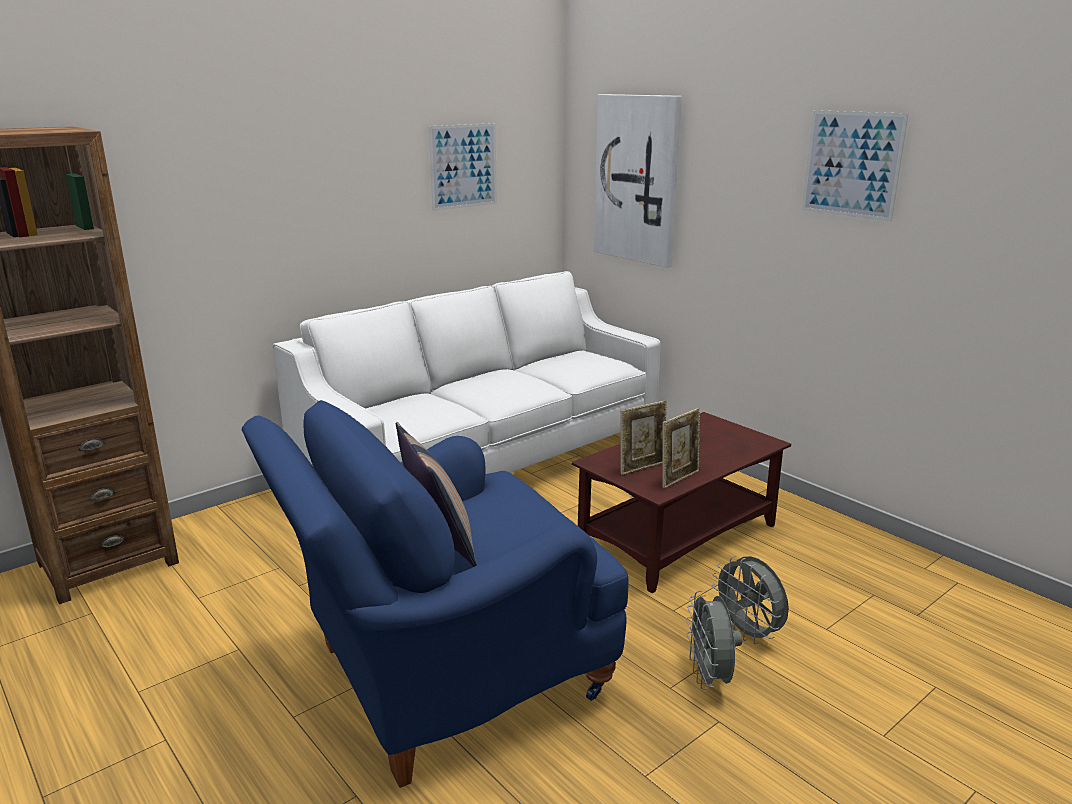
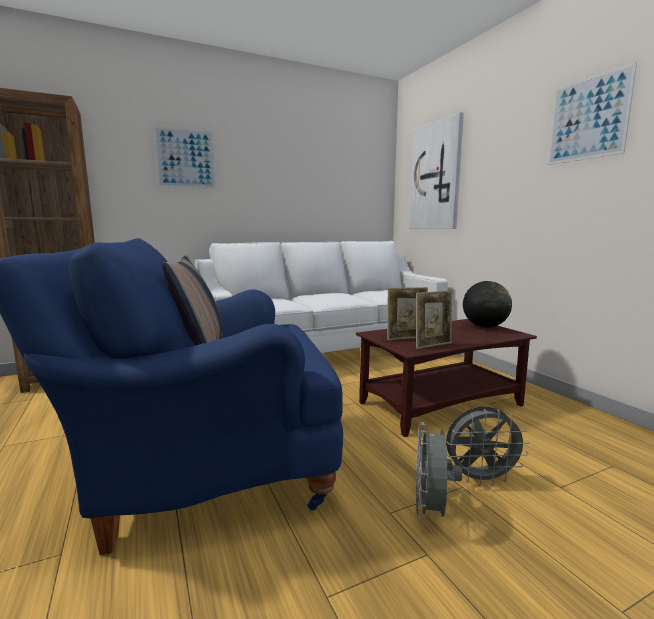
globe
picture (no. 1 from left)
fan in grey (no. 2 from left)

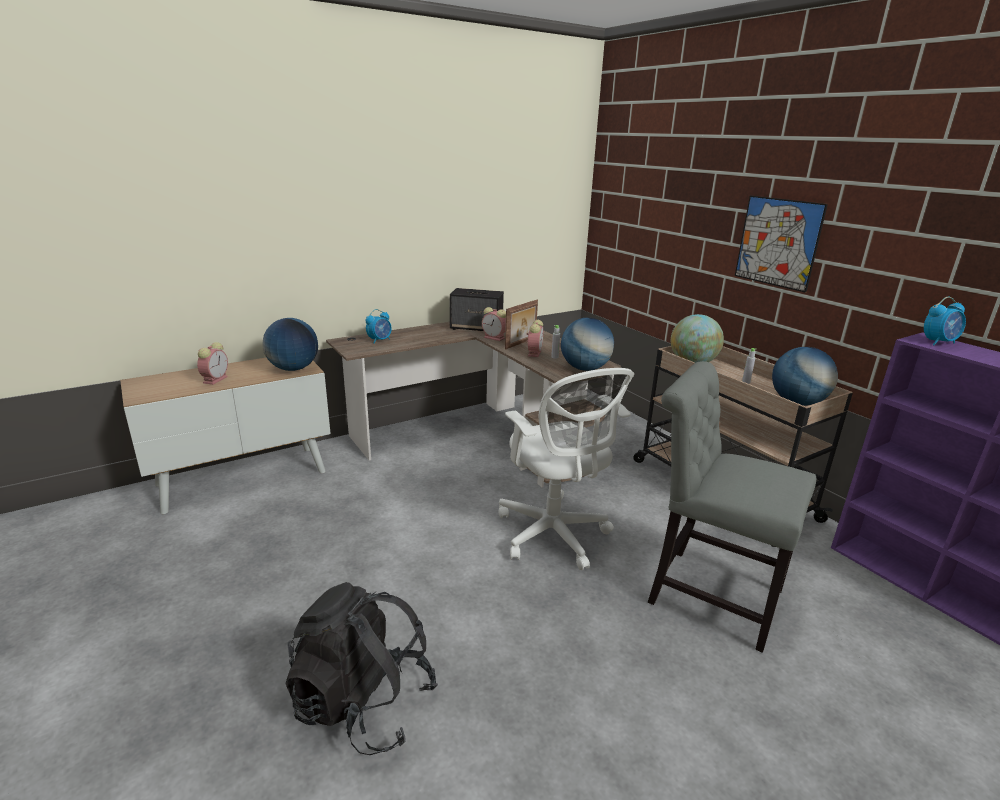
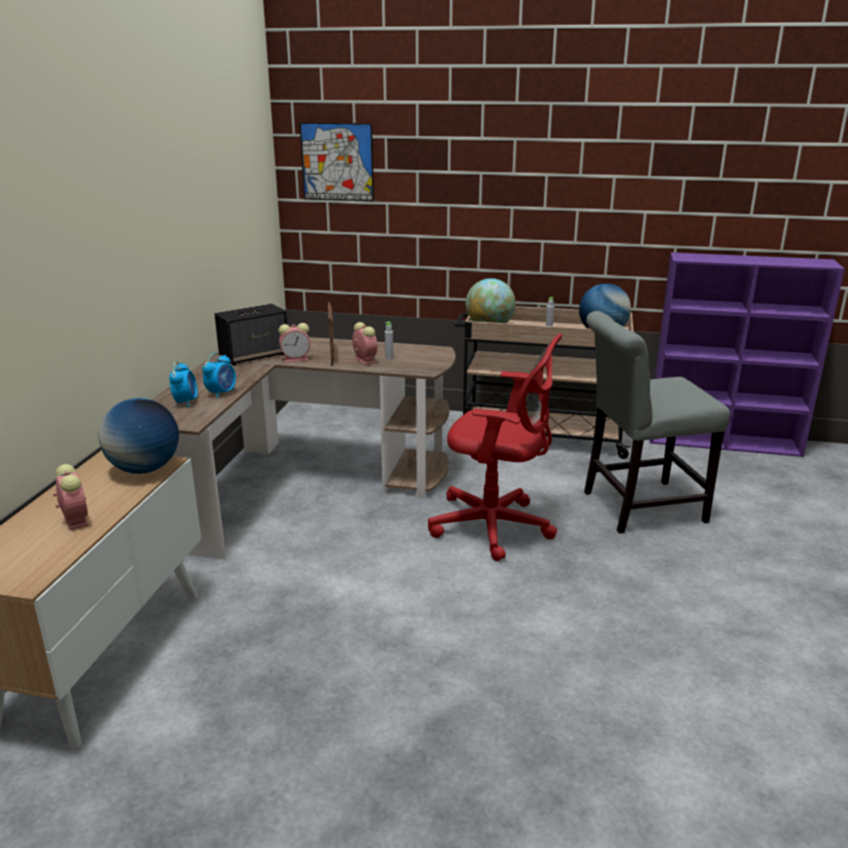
backpack in black
globe (no. 2 from left in the first image)
picture
alarm clock (no. 3 from left)
office chair in red

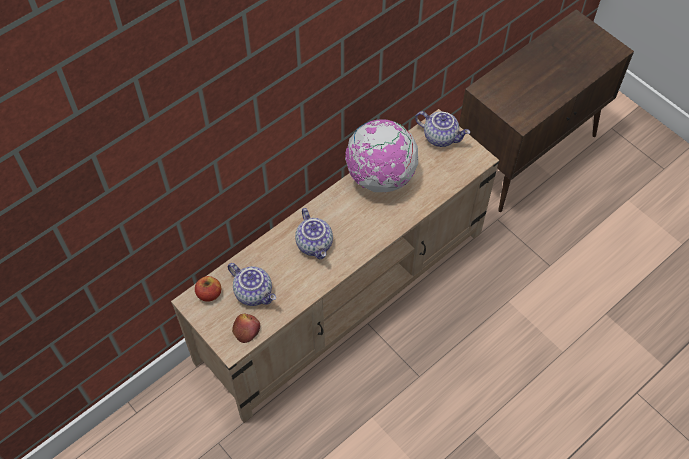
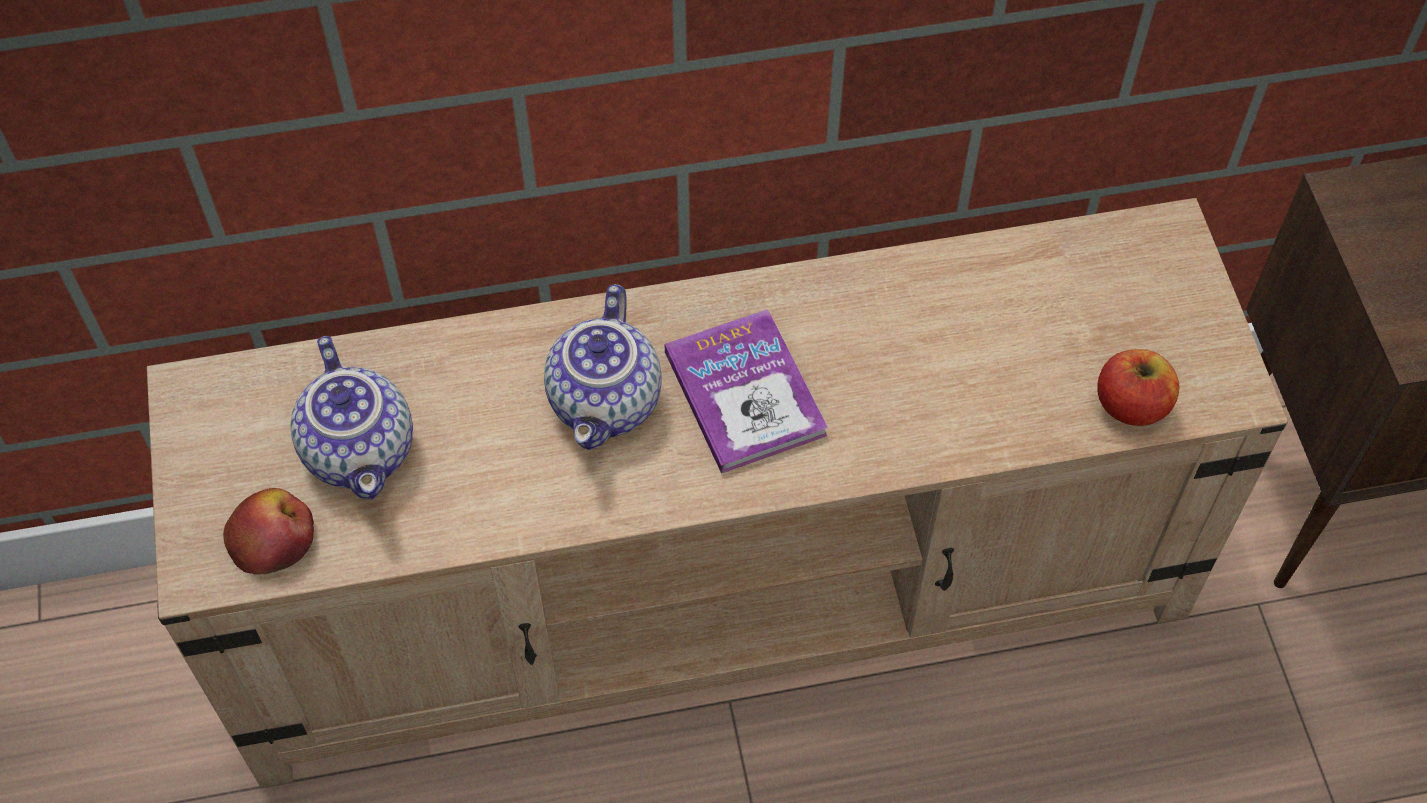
globe
teapot (no. 3 from left in the first image)
book
apple (no. 2 from left)

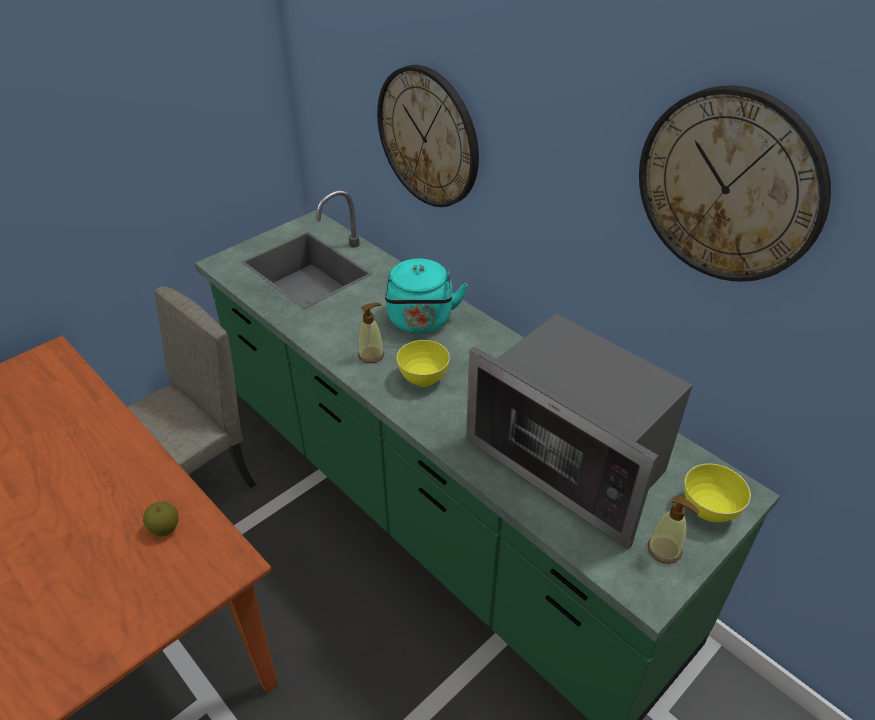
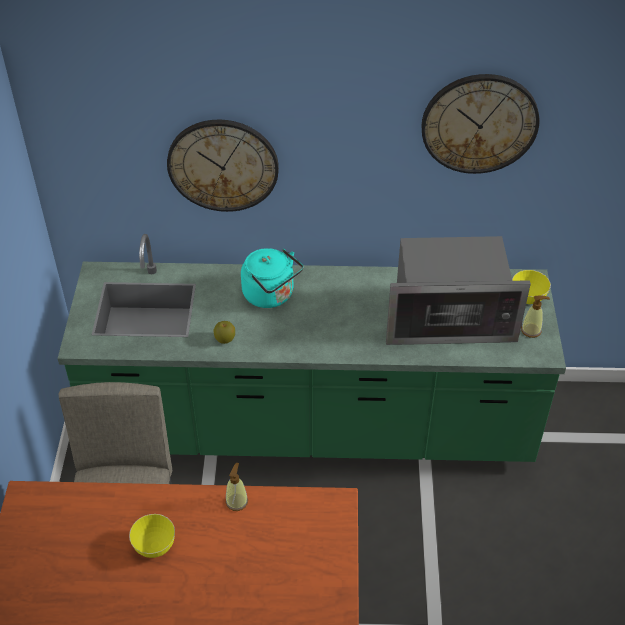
apple
soap dispenser (no. 1 from left)
bowl in yellow (no. 1 from left)

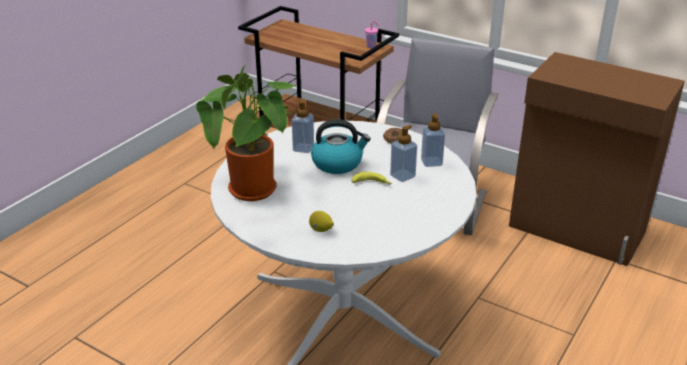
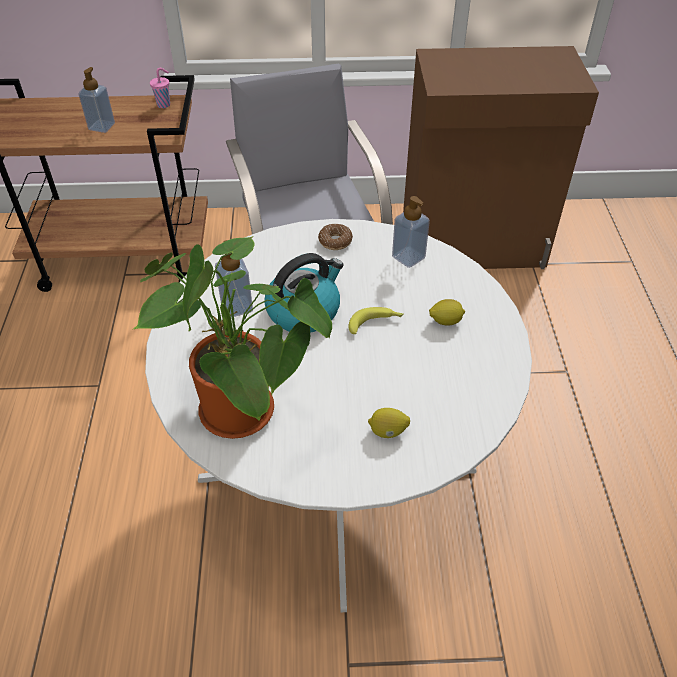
lemon (no. 2 from left)
soap dispenser (no. 1 from left)

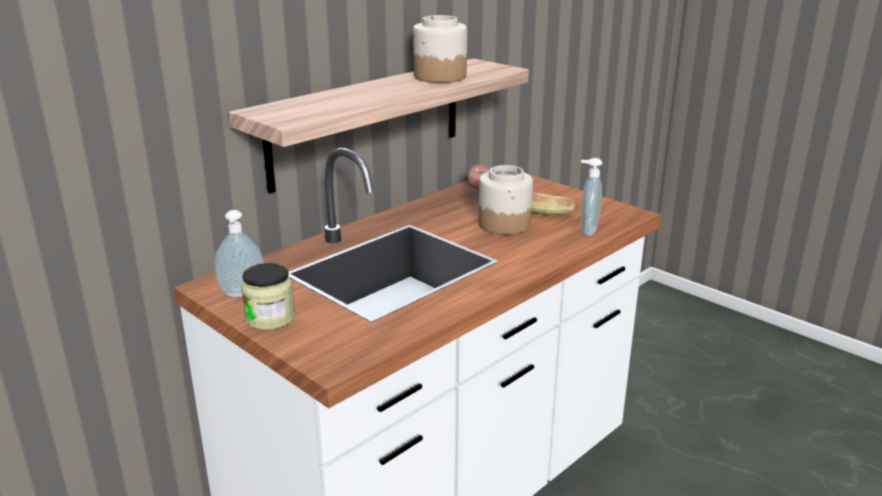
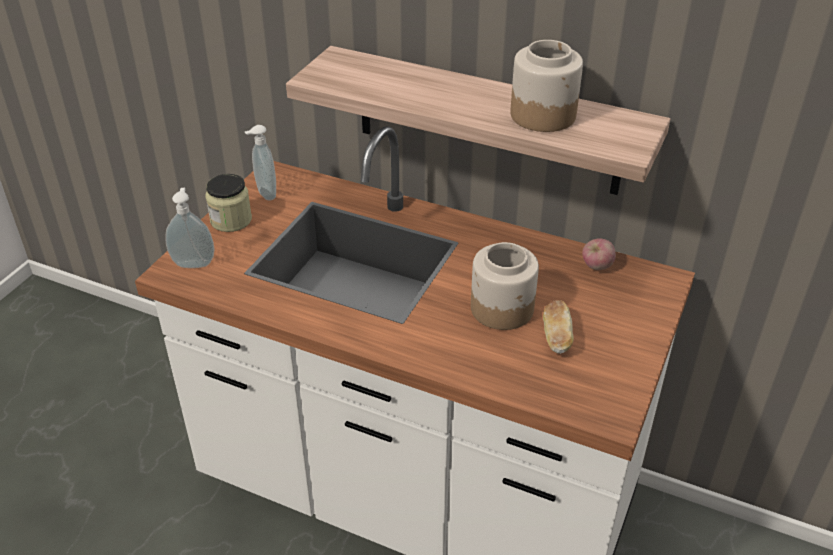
soap dispenser (no. 1 from left)

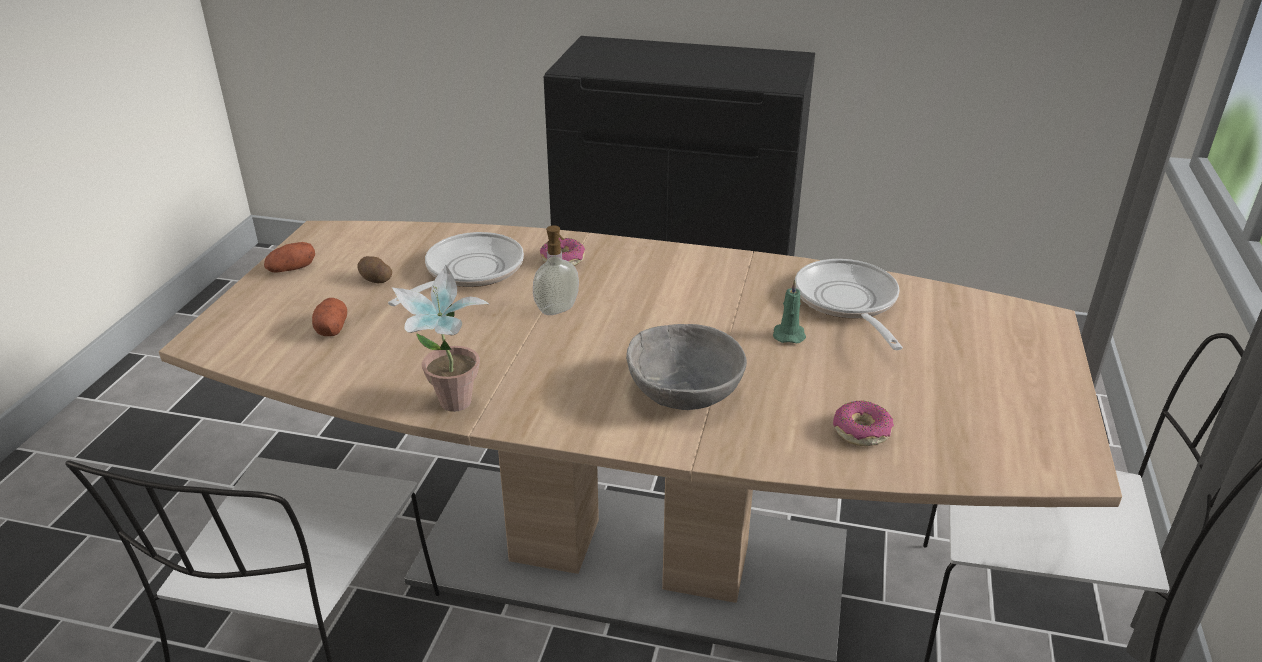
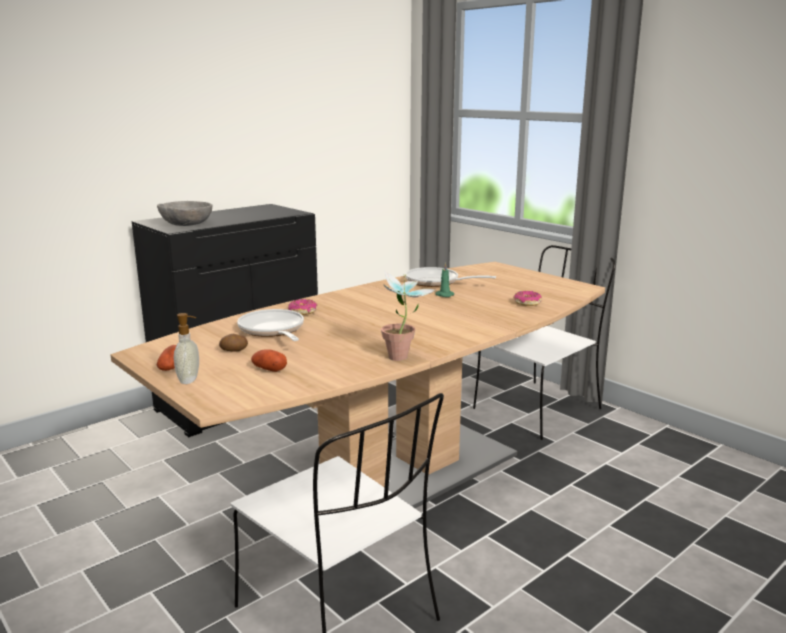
soap dispenser
bowl in grey

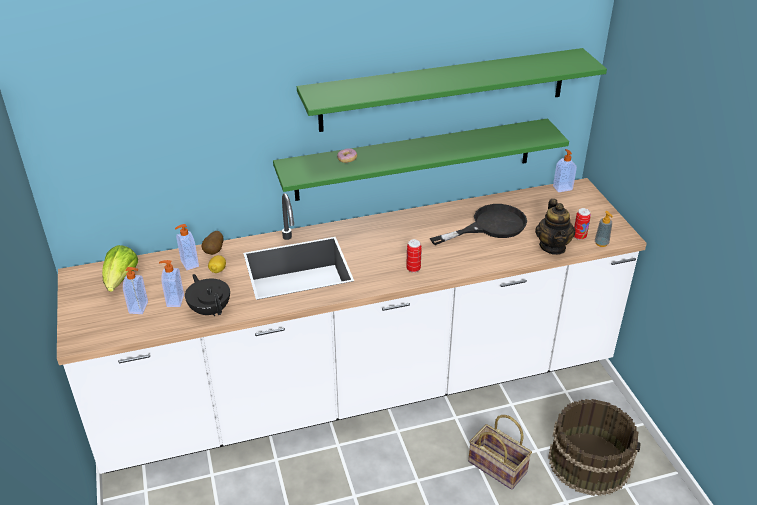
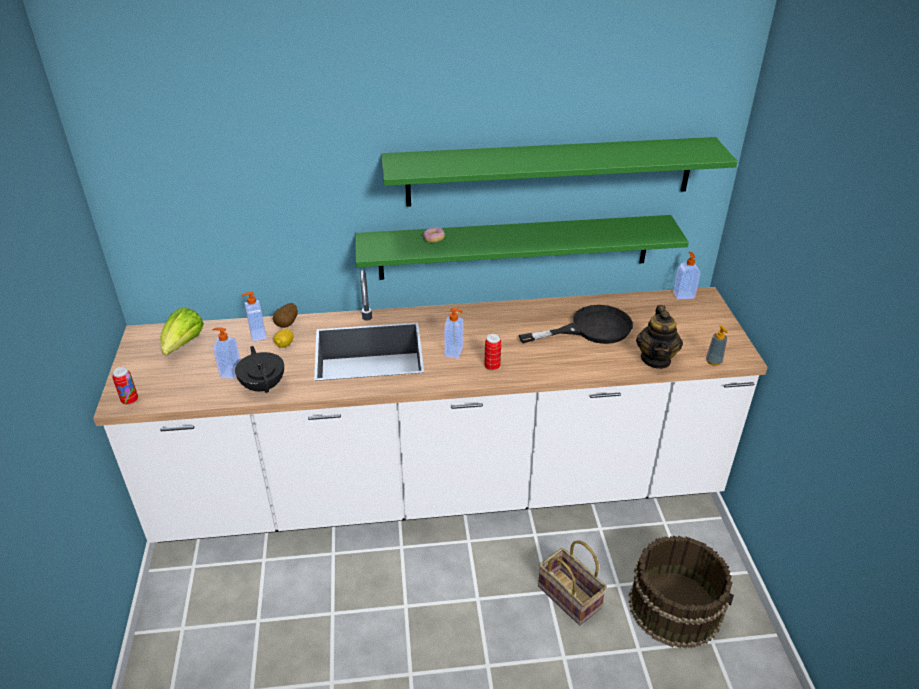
soap dispenser (no. 3 from left)
can (no. 1 from left)

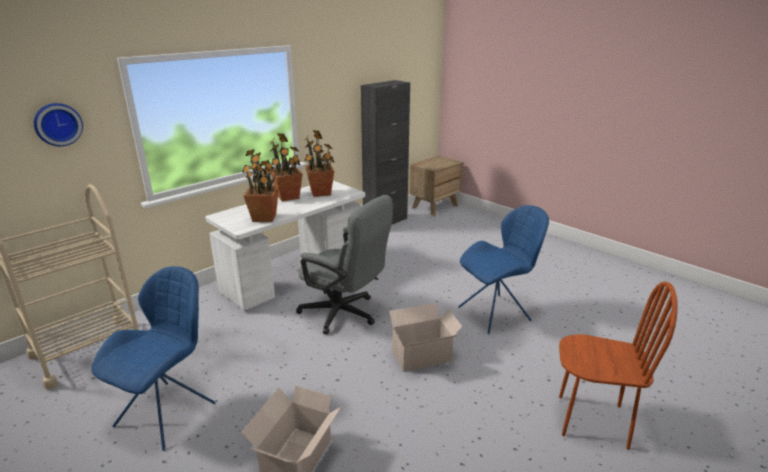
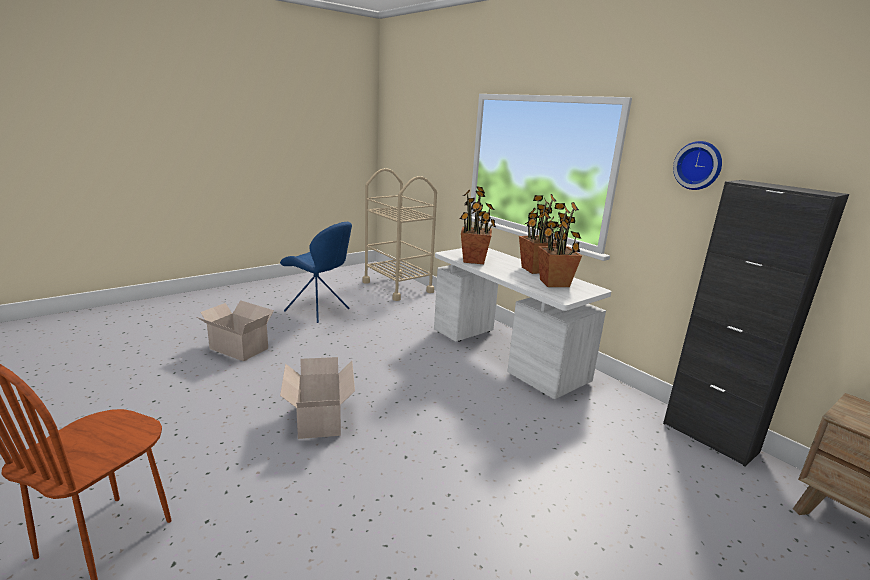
office chair in grey
chair in blue (no. 2 from left in the first image)
wall clock

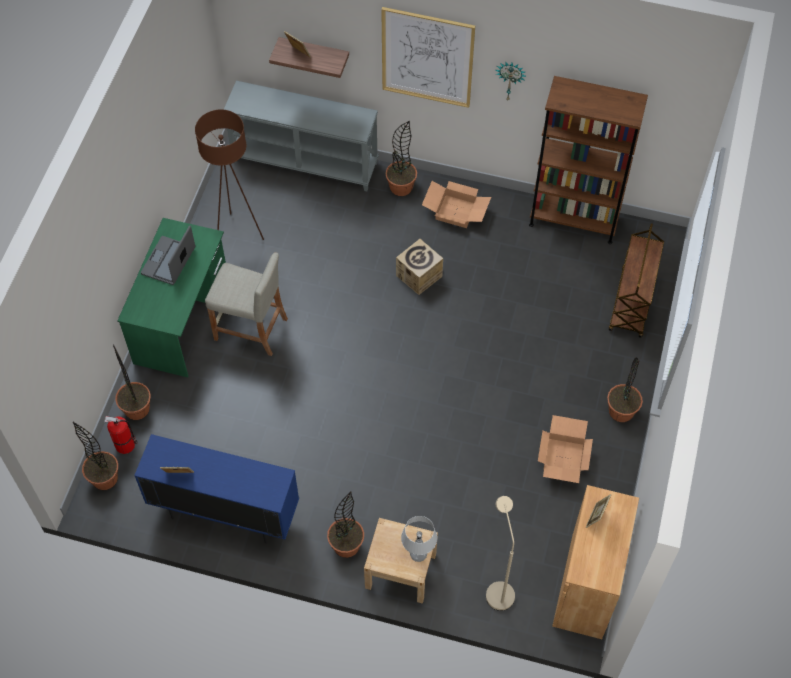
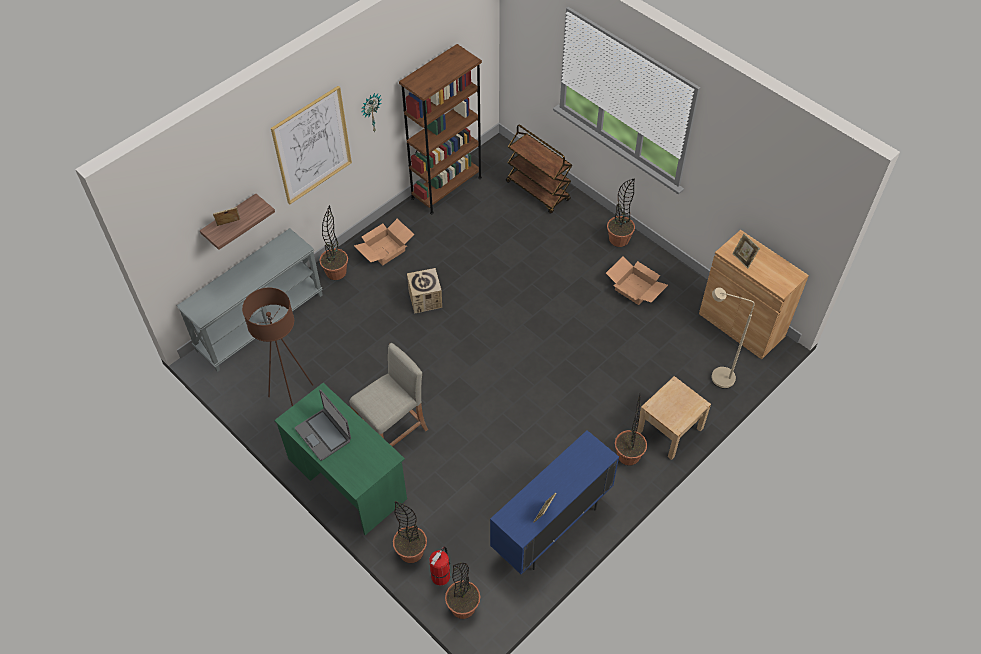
table lamp in grey

